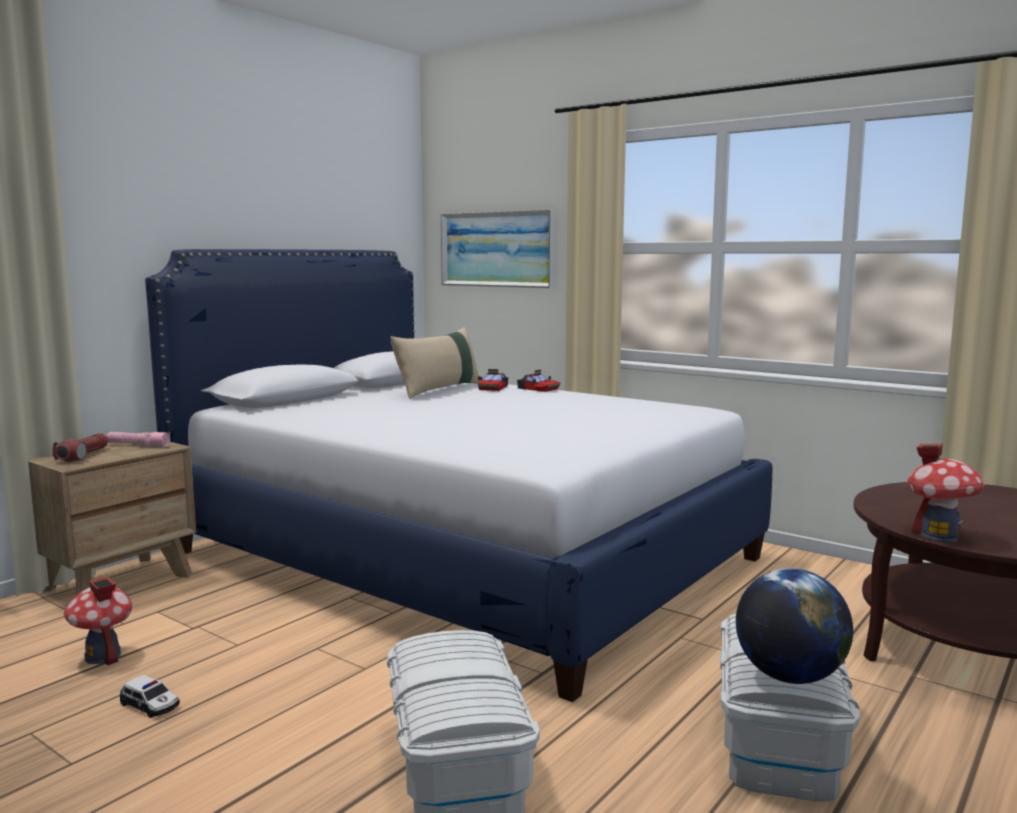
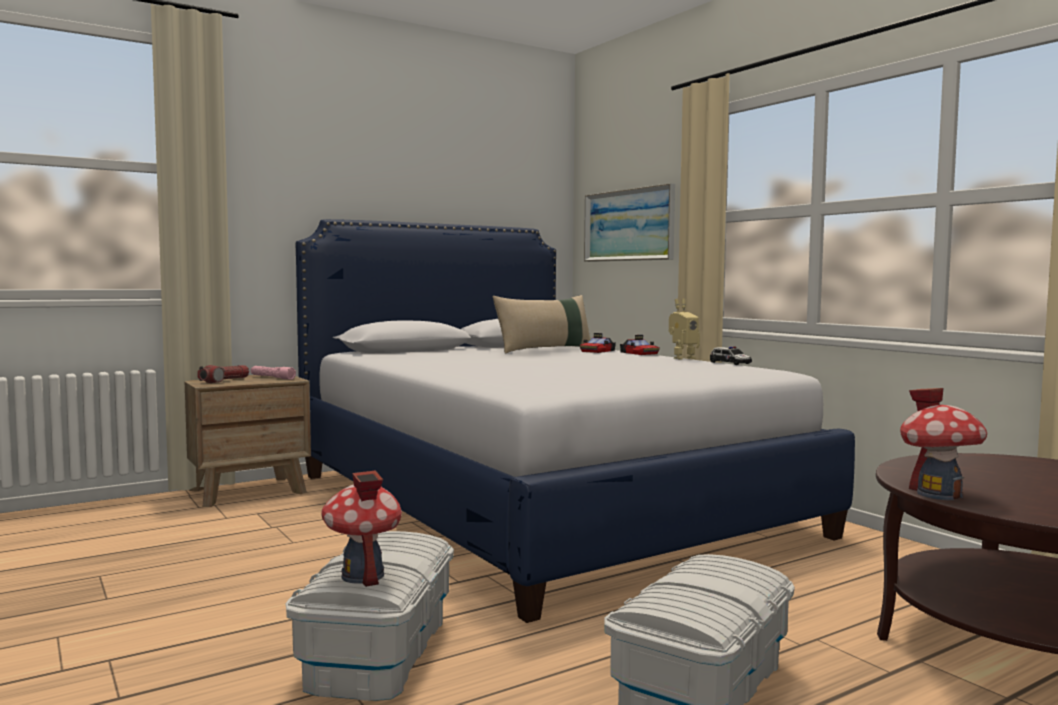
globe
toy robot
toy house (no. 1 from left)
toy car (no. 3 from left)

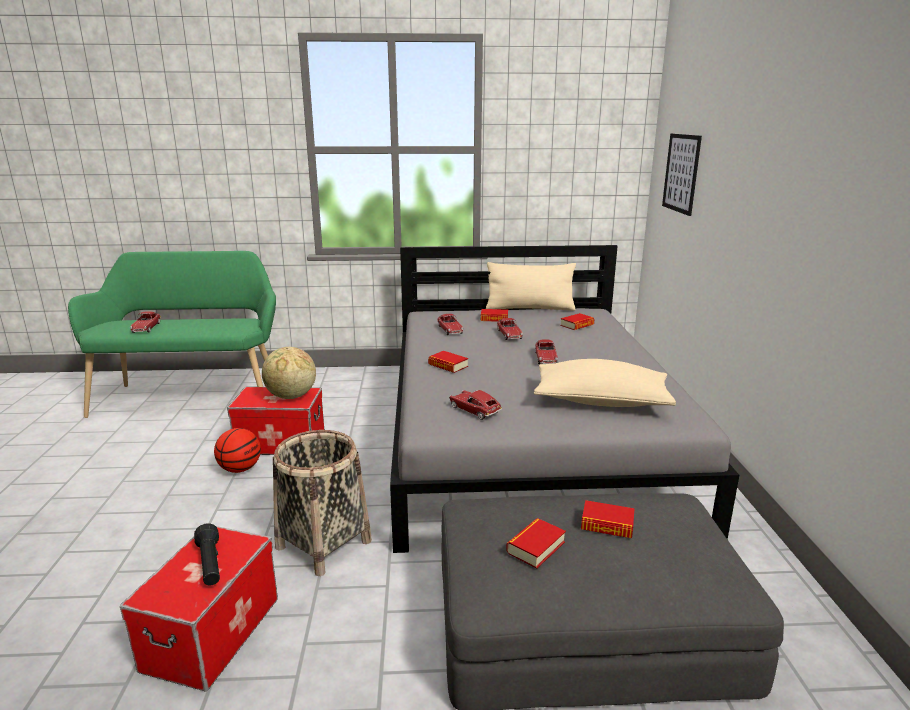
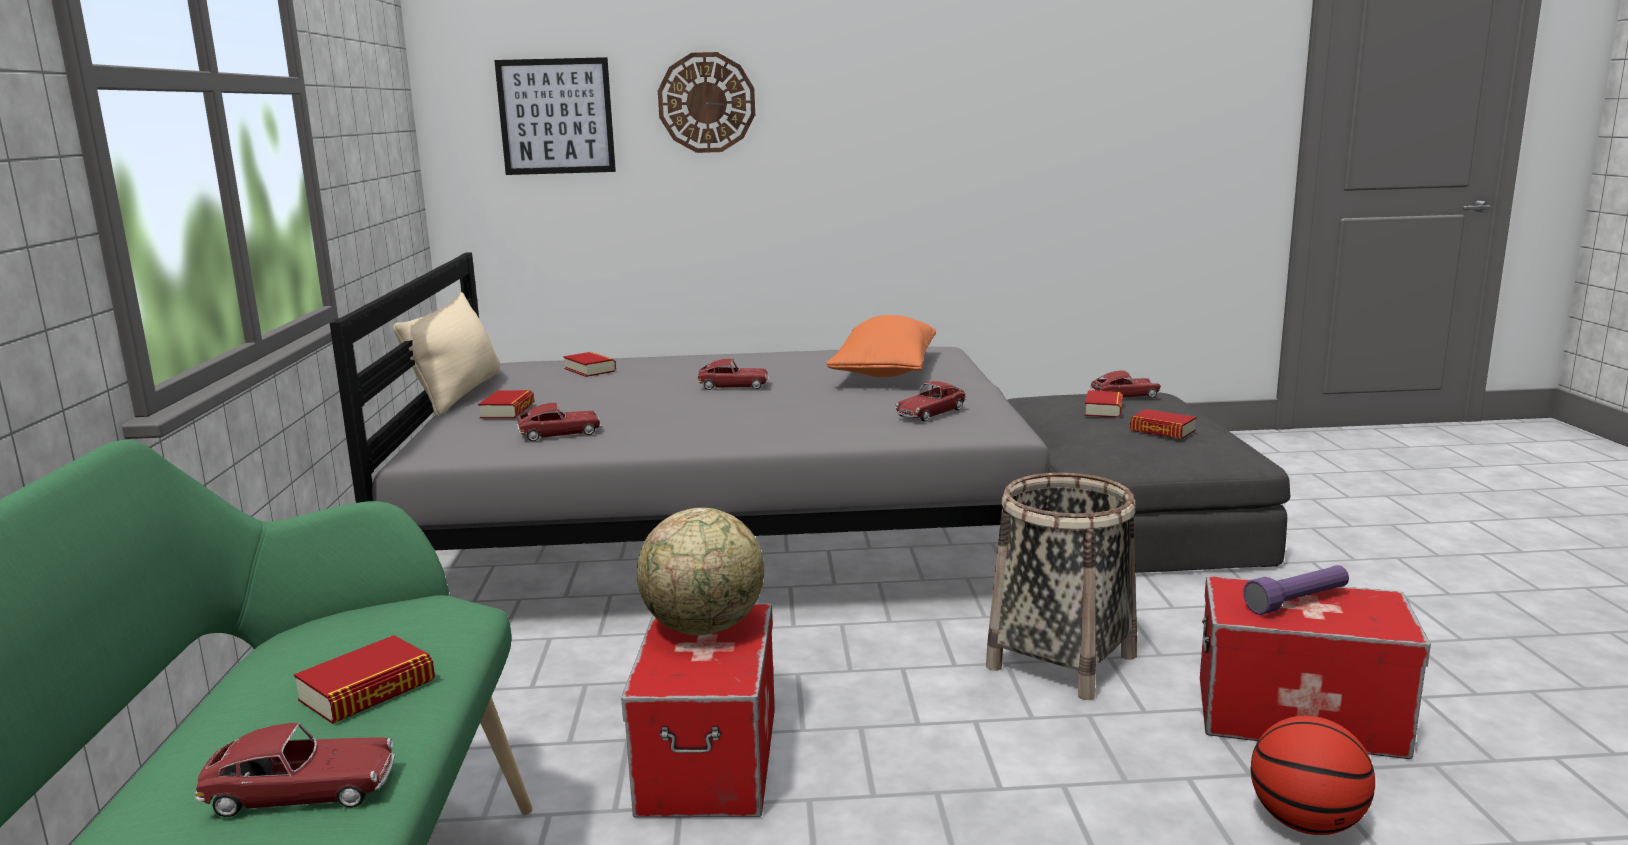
wall clock
basketball
book (no. 1 from left)
toy car (no. 5 from left)
flashlight in purple
pillow in orange

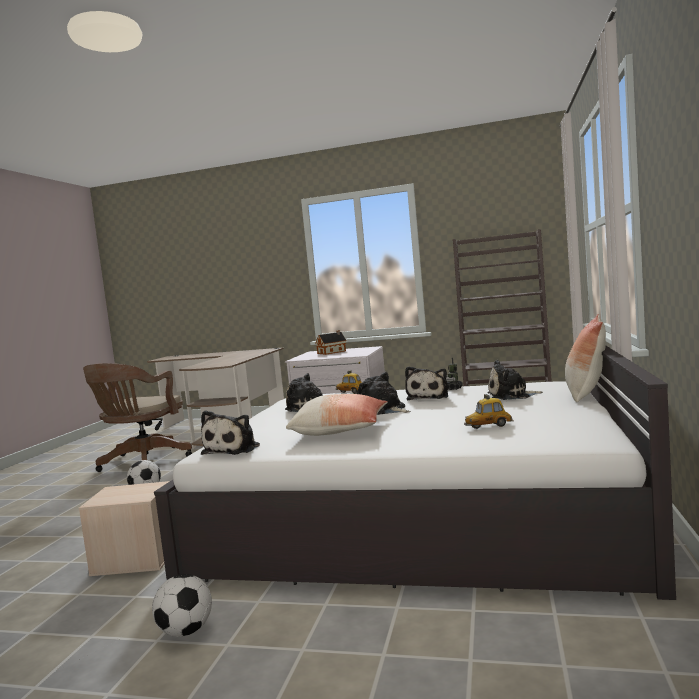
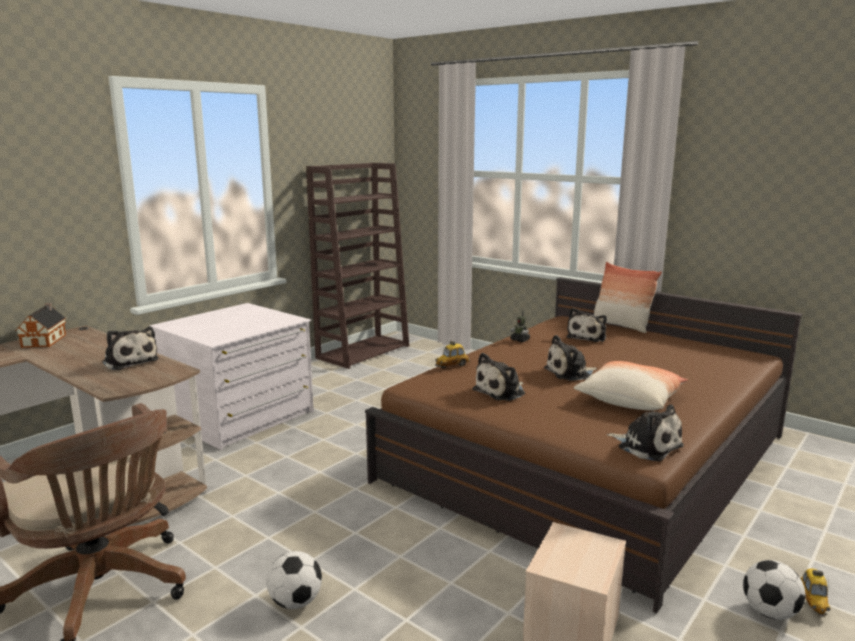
toy house
plush toy (no. 1 from left)
toy car (no. 2 from left)
bed in brown

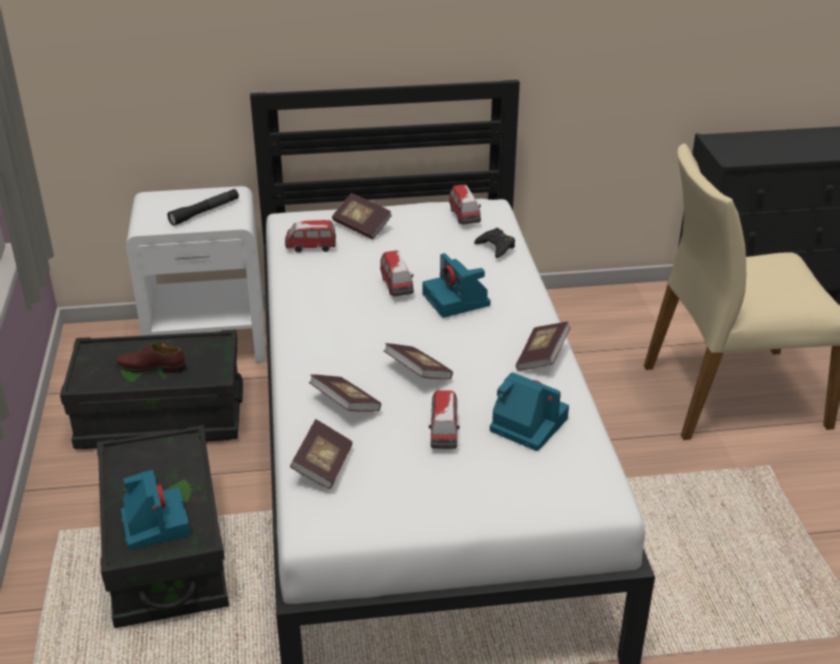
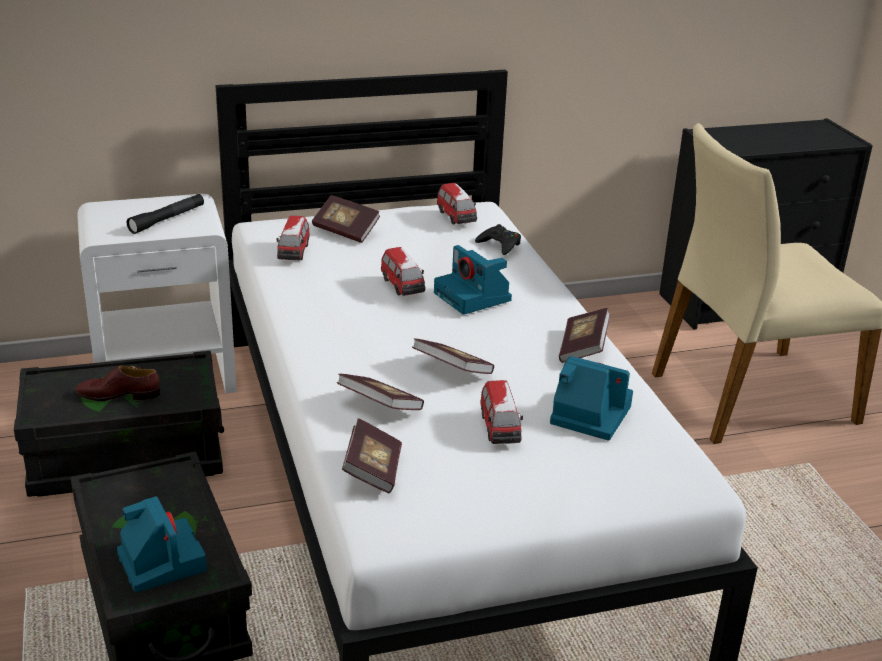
toy car (no. 1 from left)

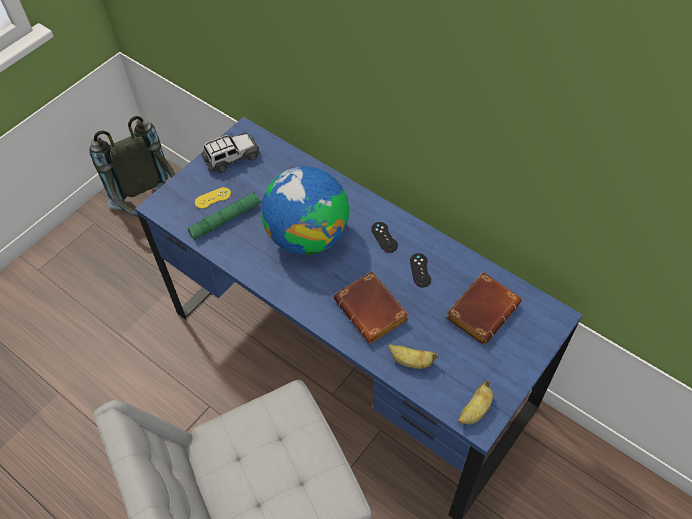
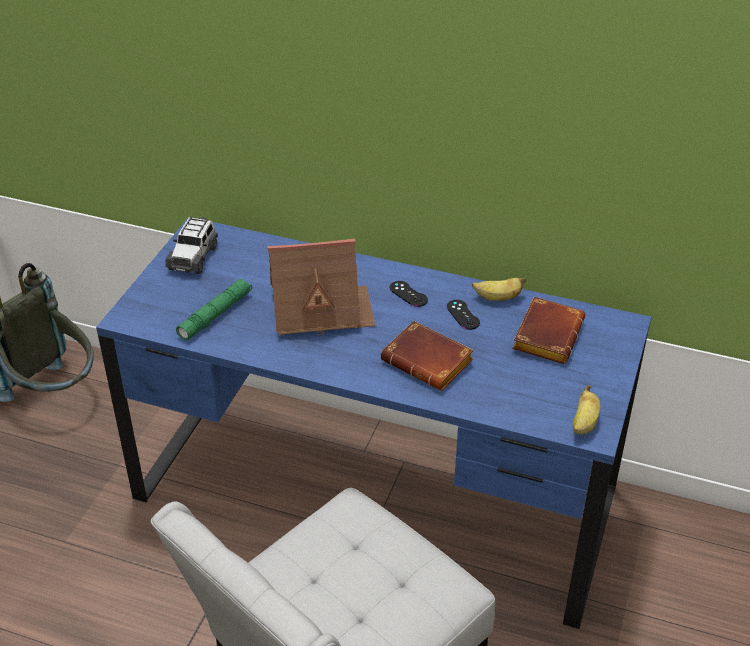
game controller in yellow
banana (no. 1 from left)
toy house
toy car

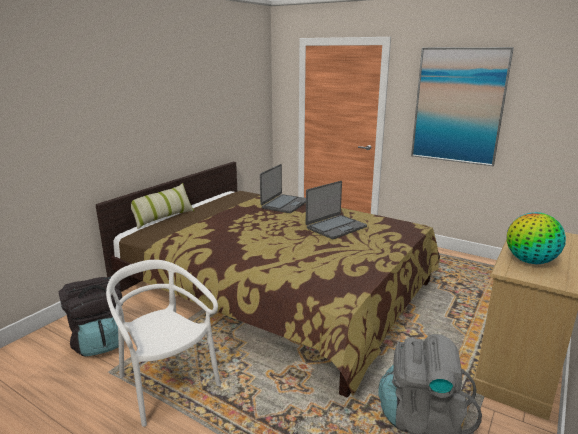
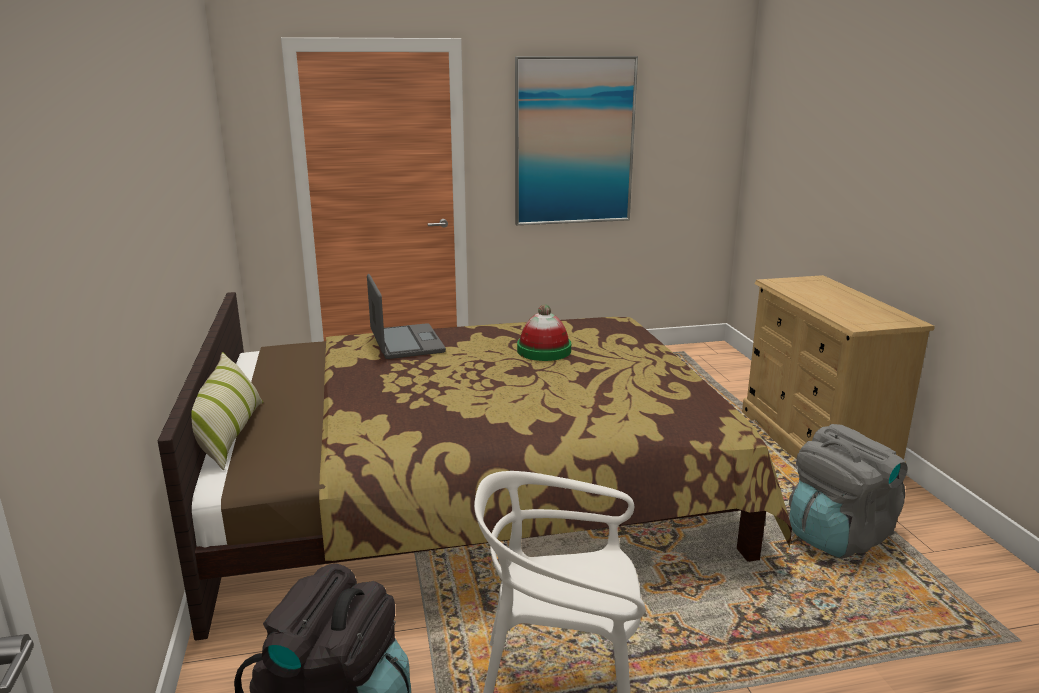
globe
hat

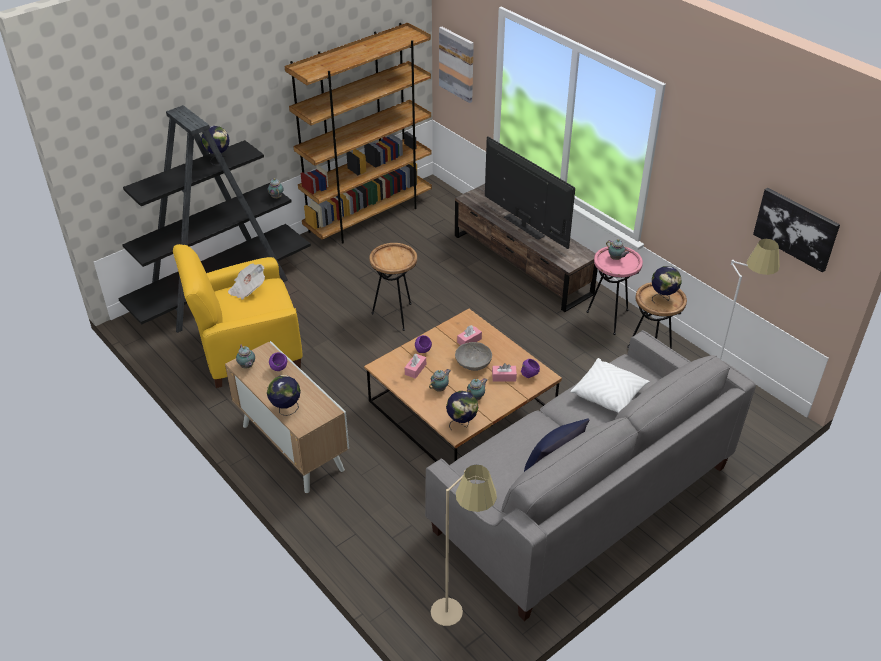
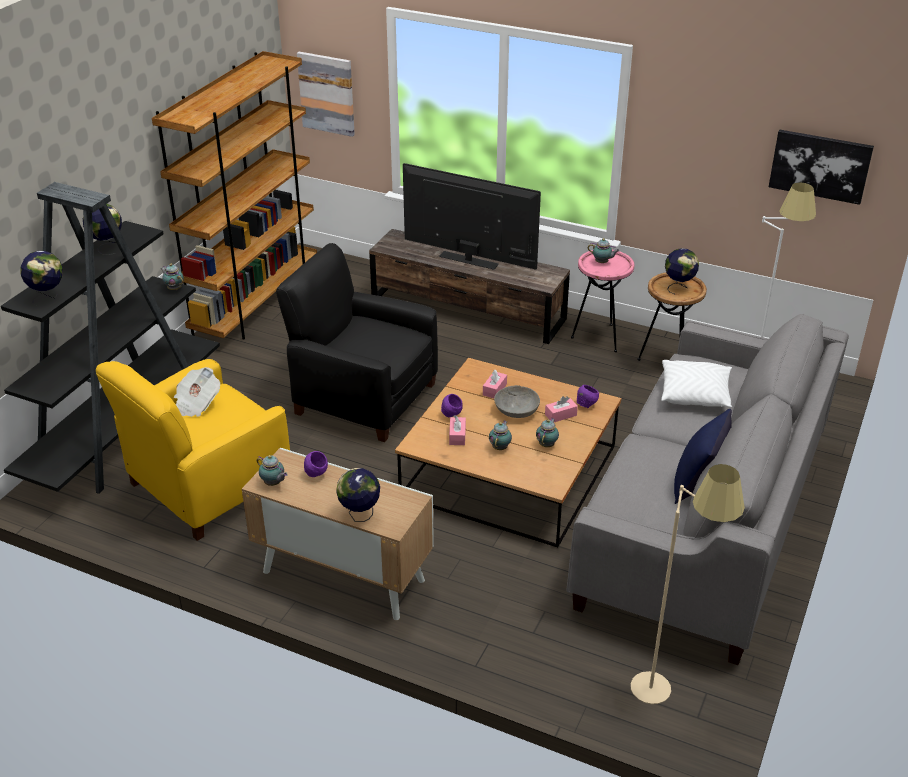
globe (no. 1 from left)
armchair in black

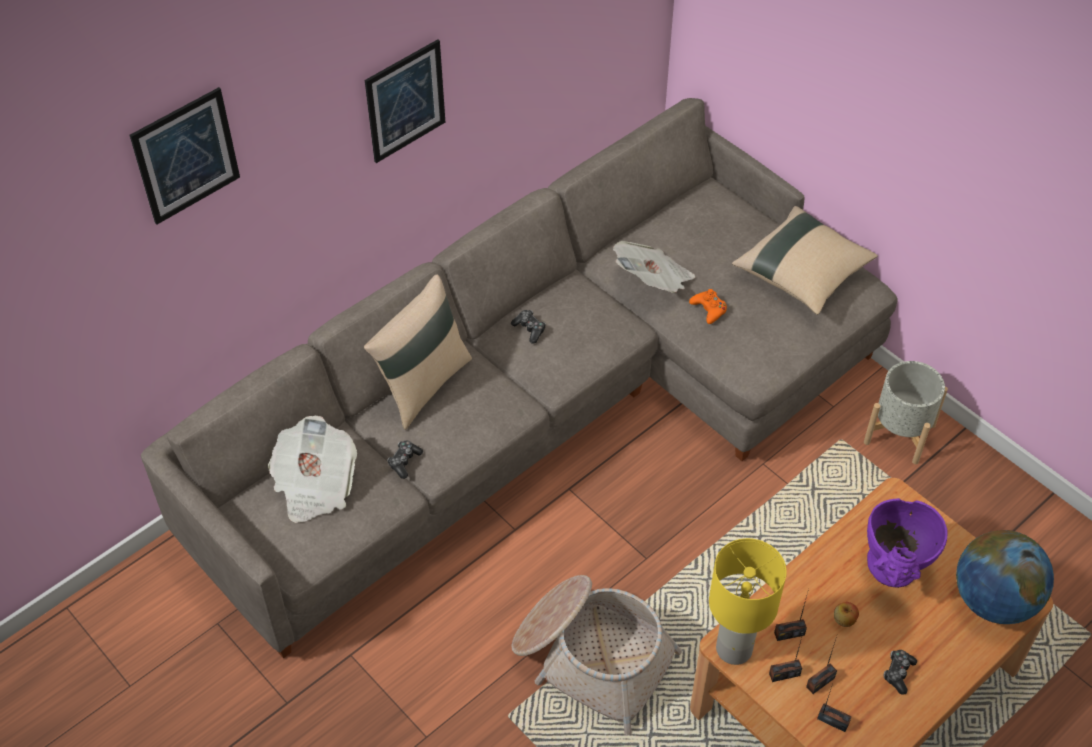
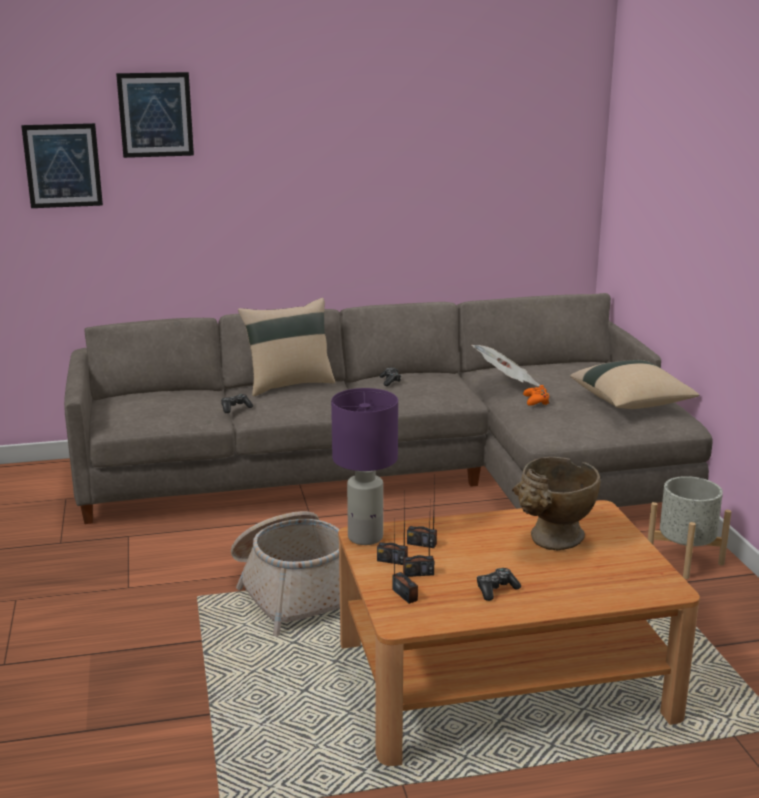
newspaper (no. 1 from left in the first image)
apple
globe
picture (no. 1 from left)
table lamp in purple
vase in beige

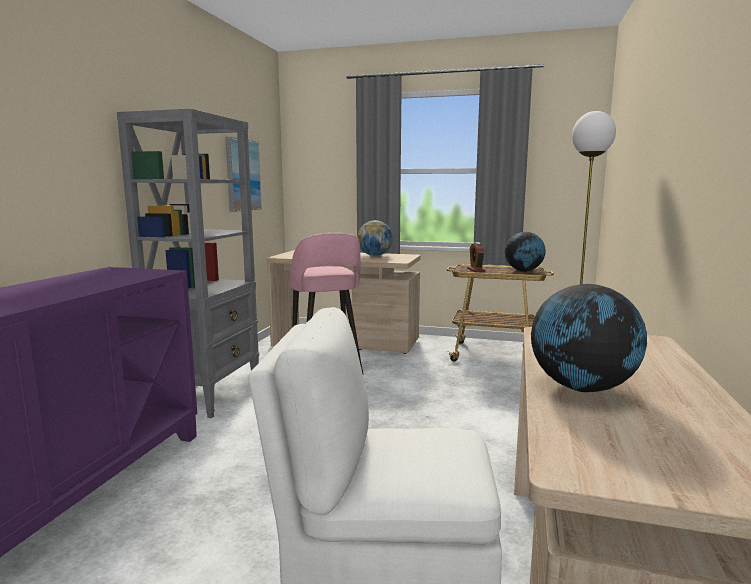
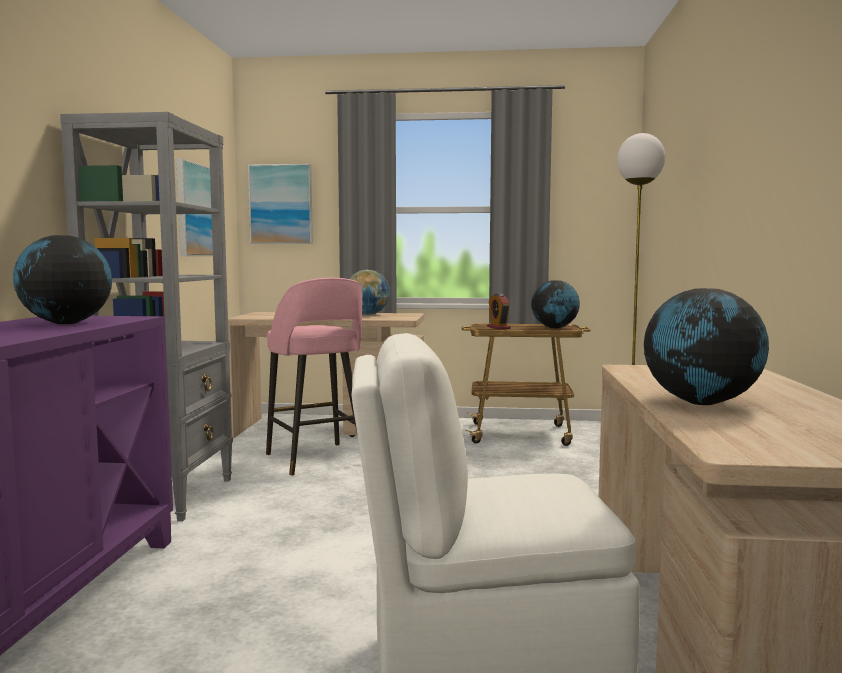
globe (no. 1 from left)
picture (no. 2 from left)

